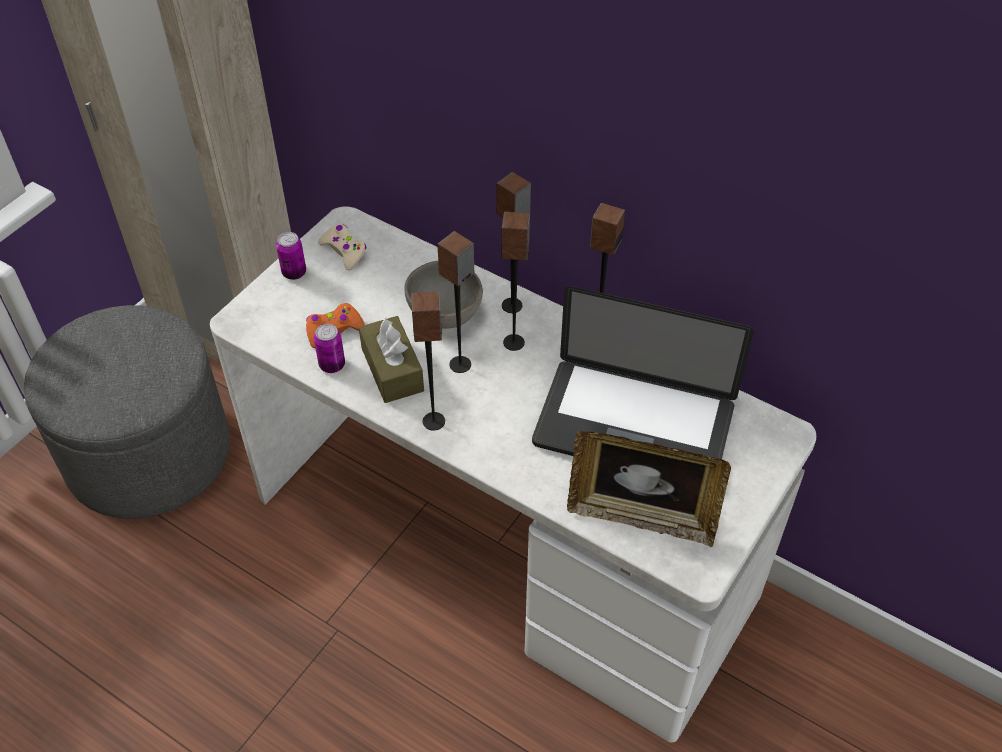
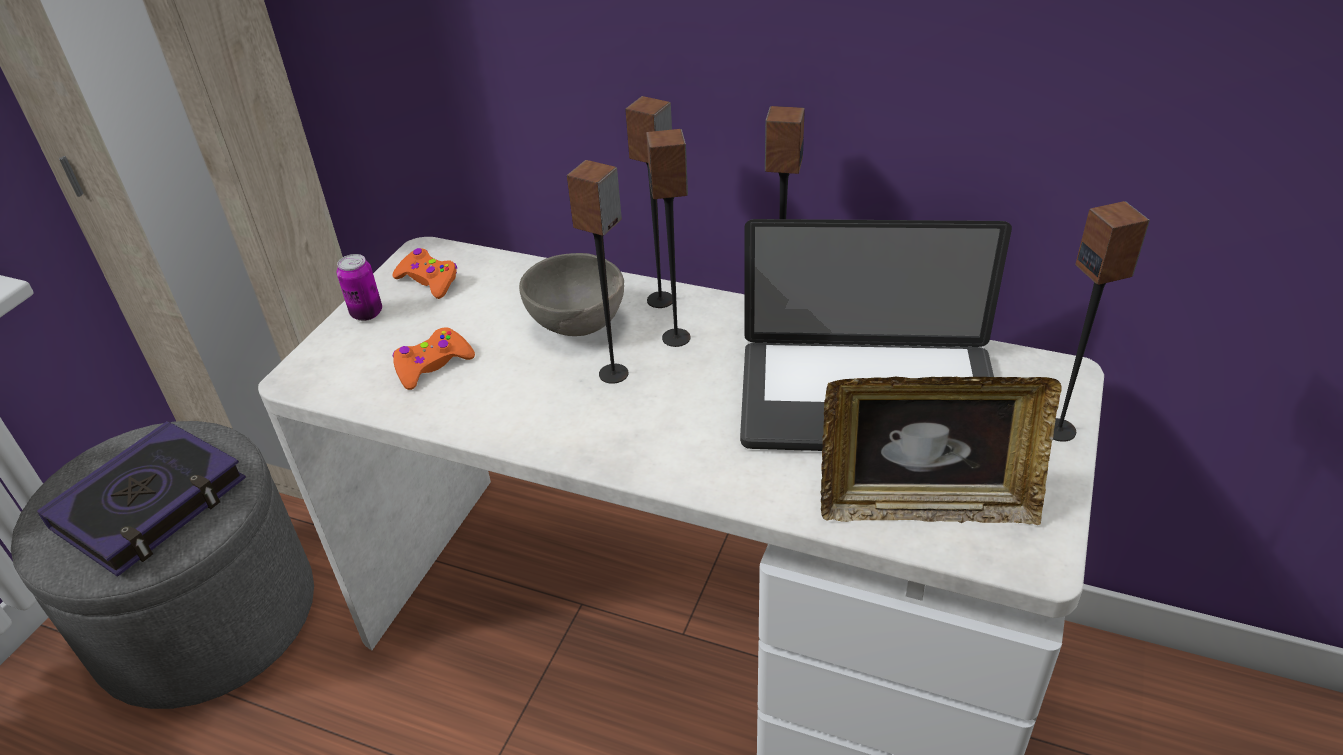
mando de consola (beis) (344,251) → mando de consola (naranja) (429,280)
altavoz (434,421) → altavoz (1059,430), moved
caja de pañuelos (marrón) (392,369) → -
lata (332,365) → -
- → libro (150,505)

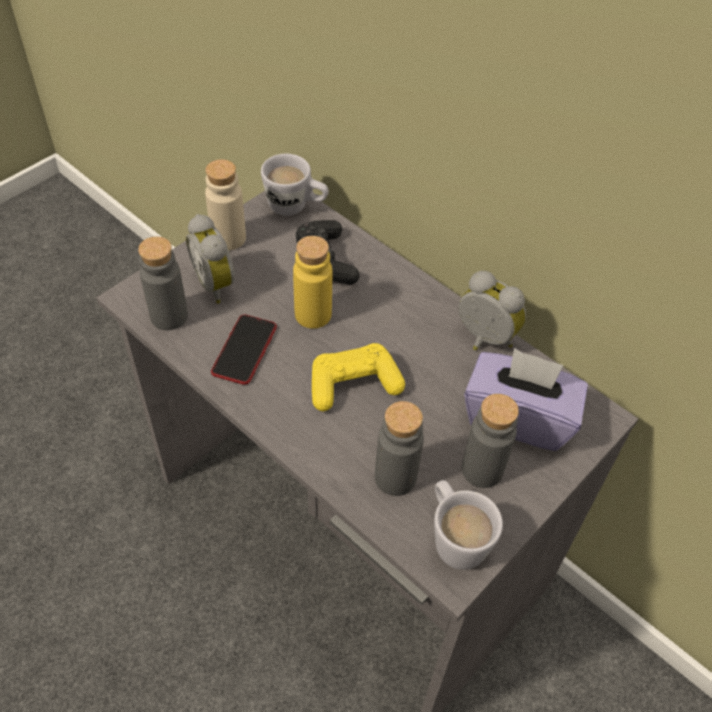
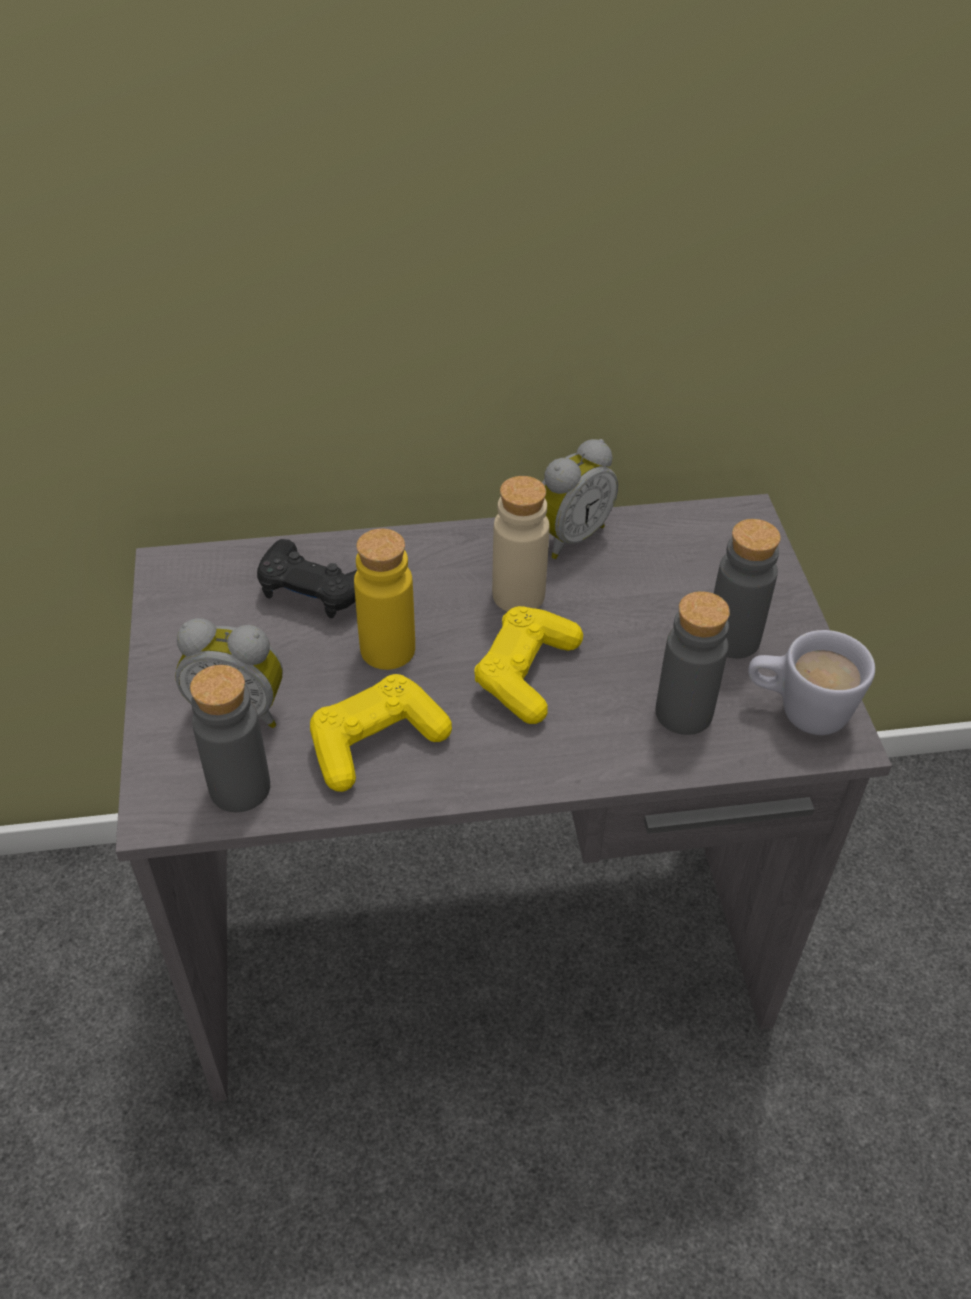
taza grande (blanco) (296,207) → -
botella (beis) (228,238) → botella (beis) (518,595), moved
despertador (483,340) → despertador (568,536), 150 degrees clockwise
móvil (244,350) → mando de consola (amarillo) (376,743)
caja de pañuelos (morado) (518,417) → -

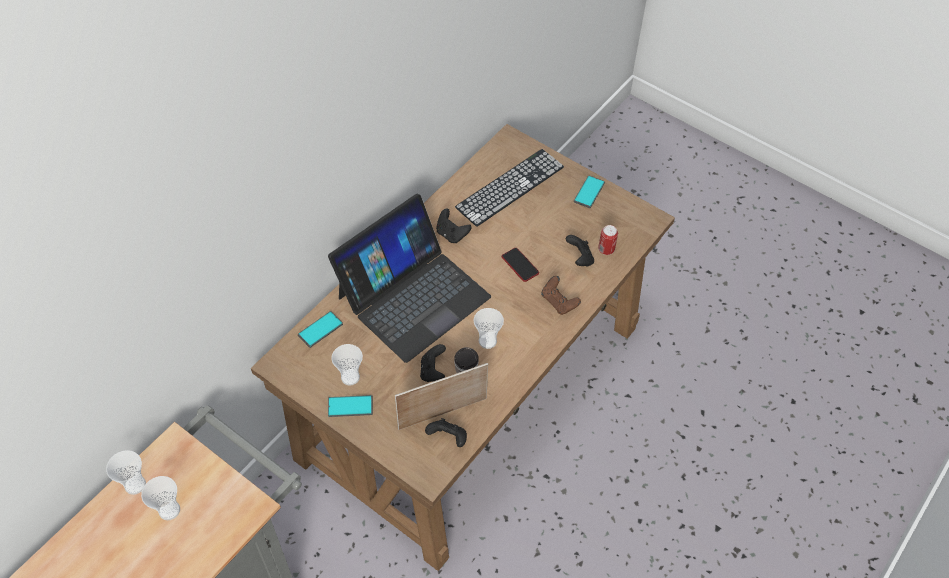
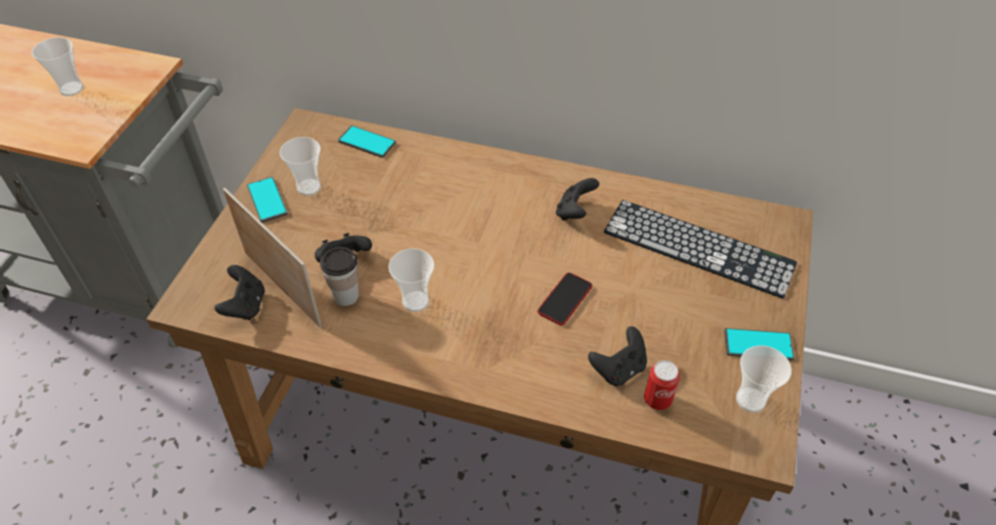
portátil (413,296) → -
mando de consola (marrón) (559,302) → -
taza (135,485) → taza (750,399), moved

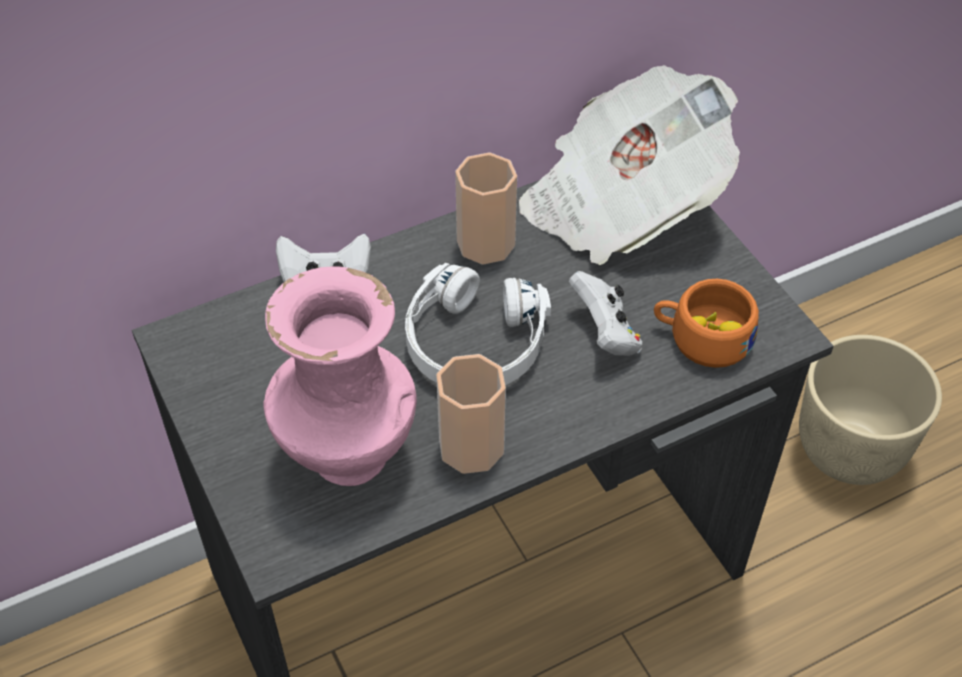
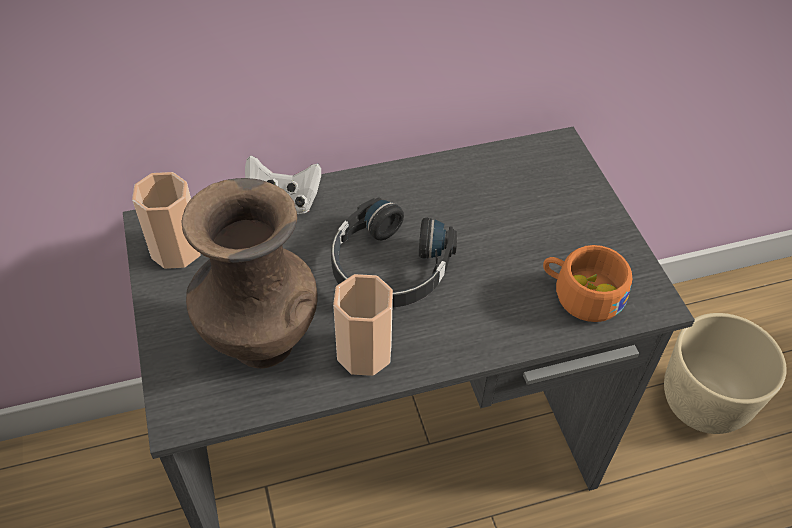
periódico (621,203) → -
taza (485,243) → taza (176,250), moved
auriculares (blanco) (474,344) → auriculares (negro) (388,267)
florero (rosa) (346,456) → florero (marrón) (259,342)
mando de consola (blanco) (605,334) → -

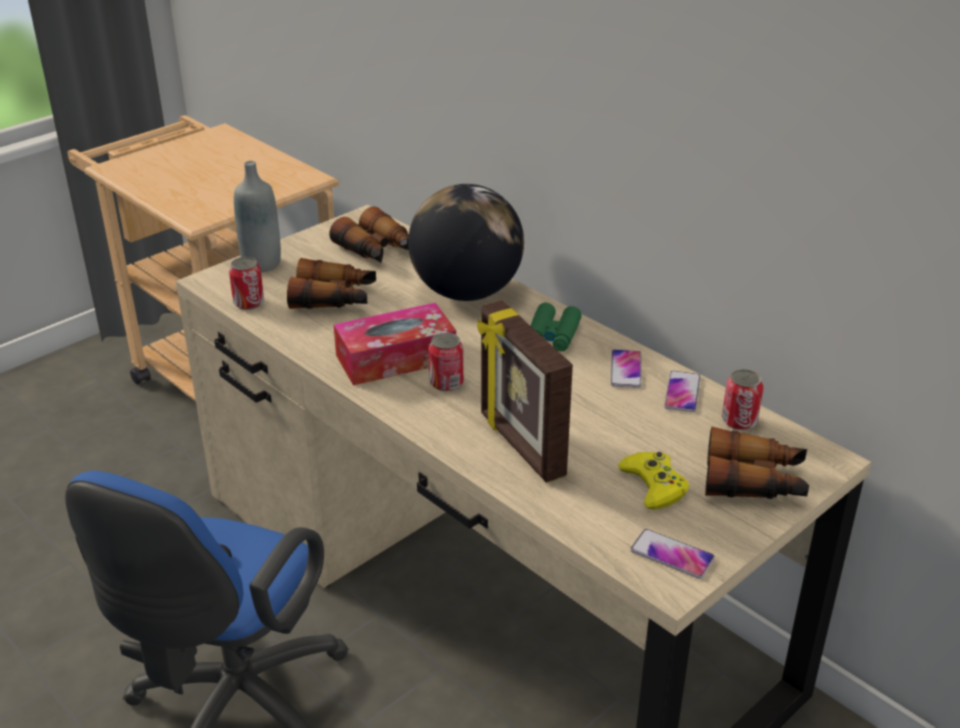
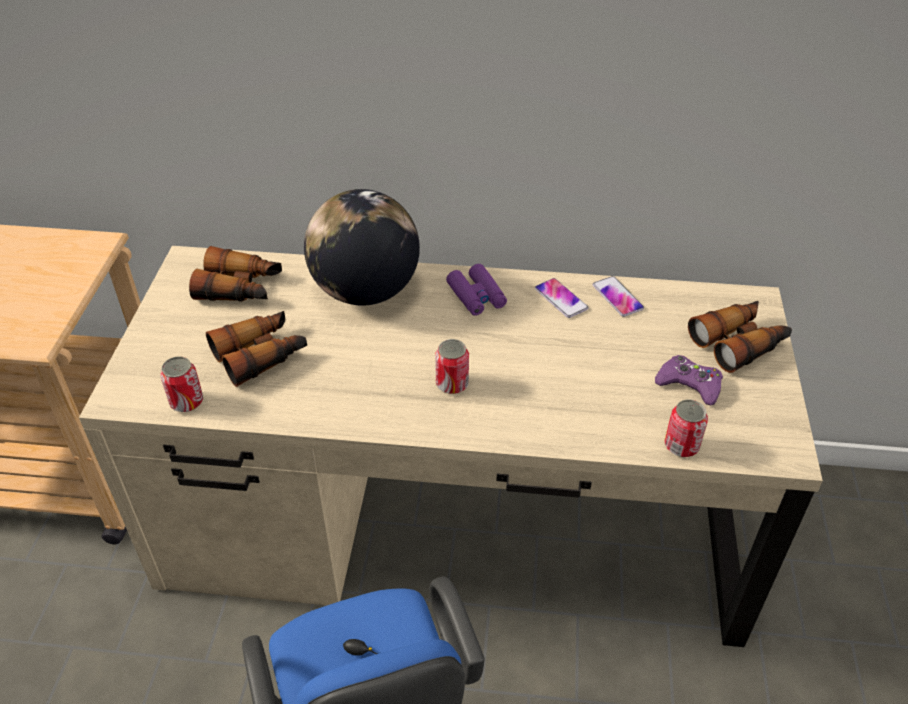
botella (gris) (261,263) → -
portarretratos (520,445) → -
caja de pañuelos (396,358) → -
prismáticos (verde) (552,335) → prismáticos (morado) (476,296)
lata (739,421) → lata (681,445), moved
mando de consola (amarillo) (654,485) → mando de consola (morado) (689,384)
móvil (672,555) → -

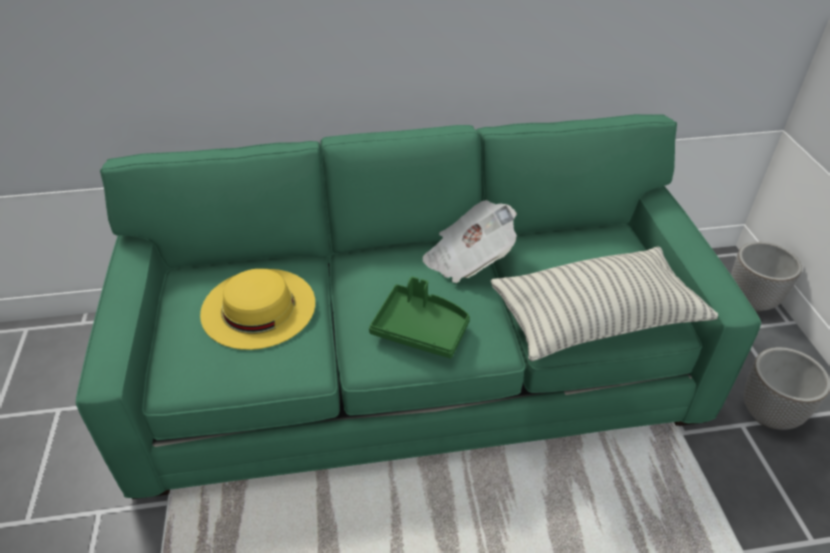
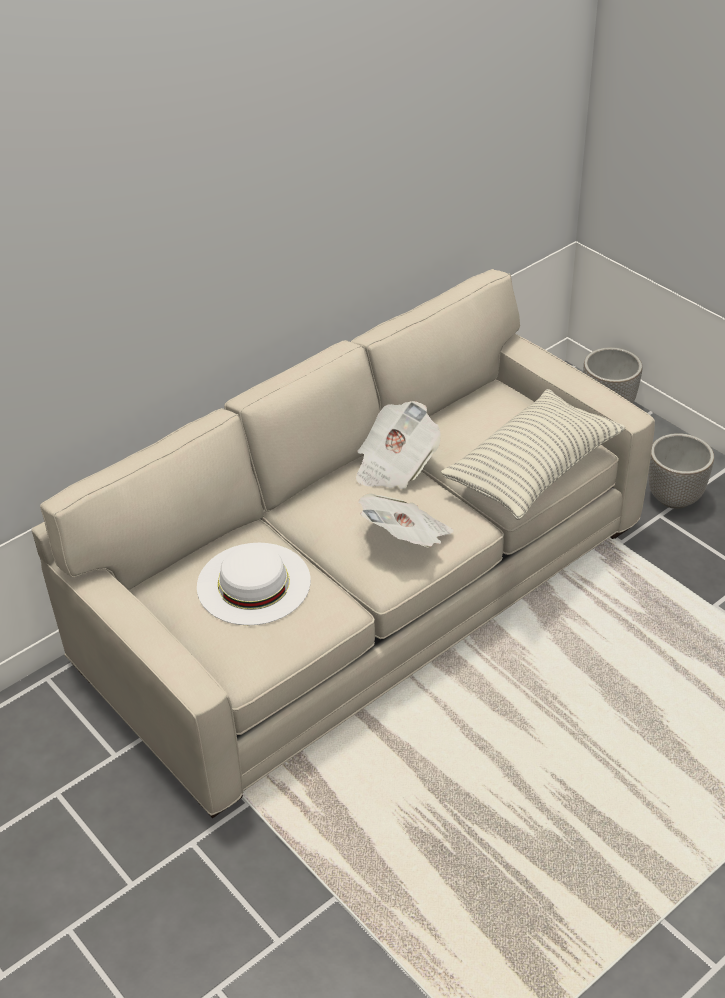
sofá (verde) (416,364) → sofá (beis) (367,591)
sombrero (amarillo) (258,307) → sombrero (blanco) (253,583)
bandeja (verde) (421,329) → periódico (407,538)

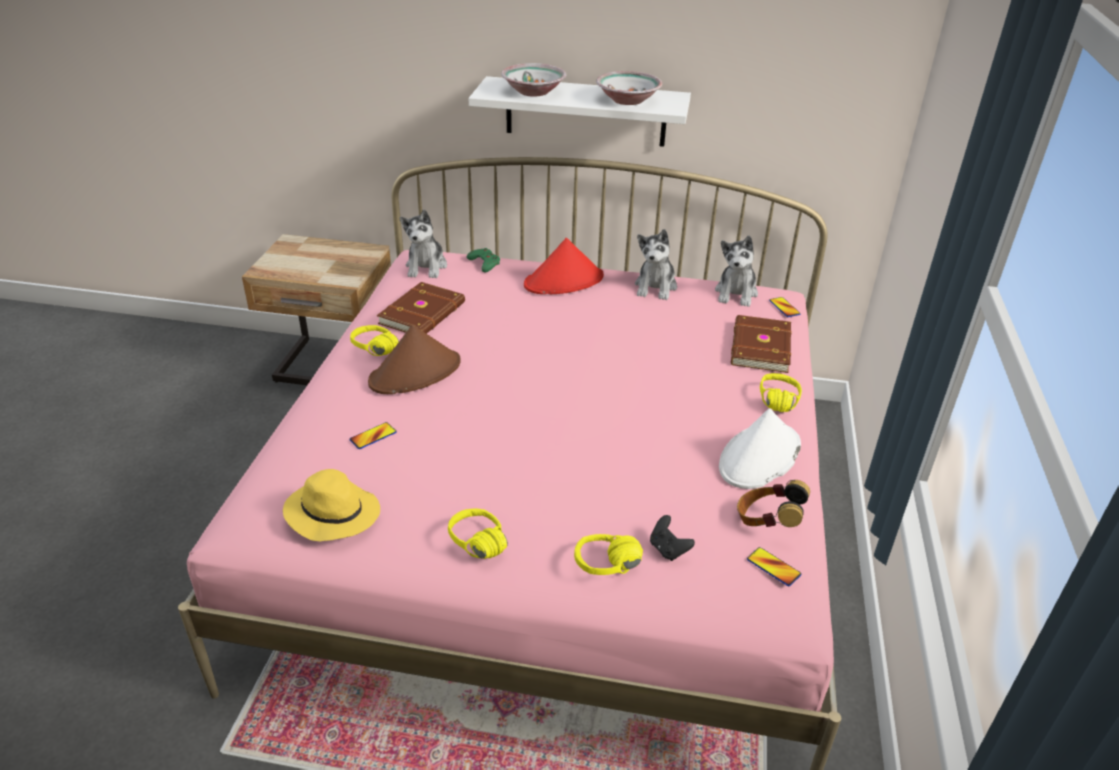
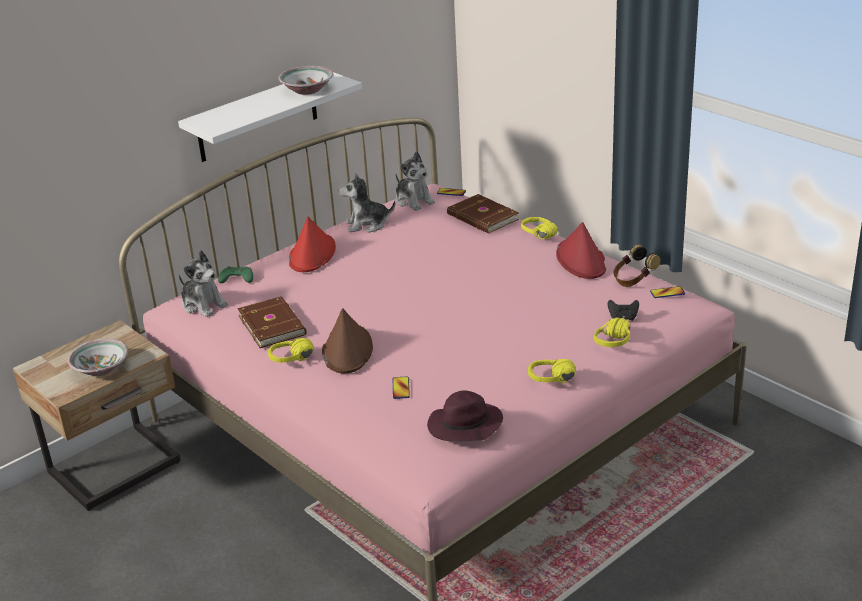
cuenco (533,92) → cuenco (102,369), moved
peluche (655,287) → peluche (367,224), 120 degrees clockwise
sombrero (blanco) (759,457) → sombrero (rojo) (581,260)
sombrero (amarillo) (331,513) → sombrero (morado) (464,426)

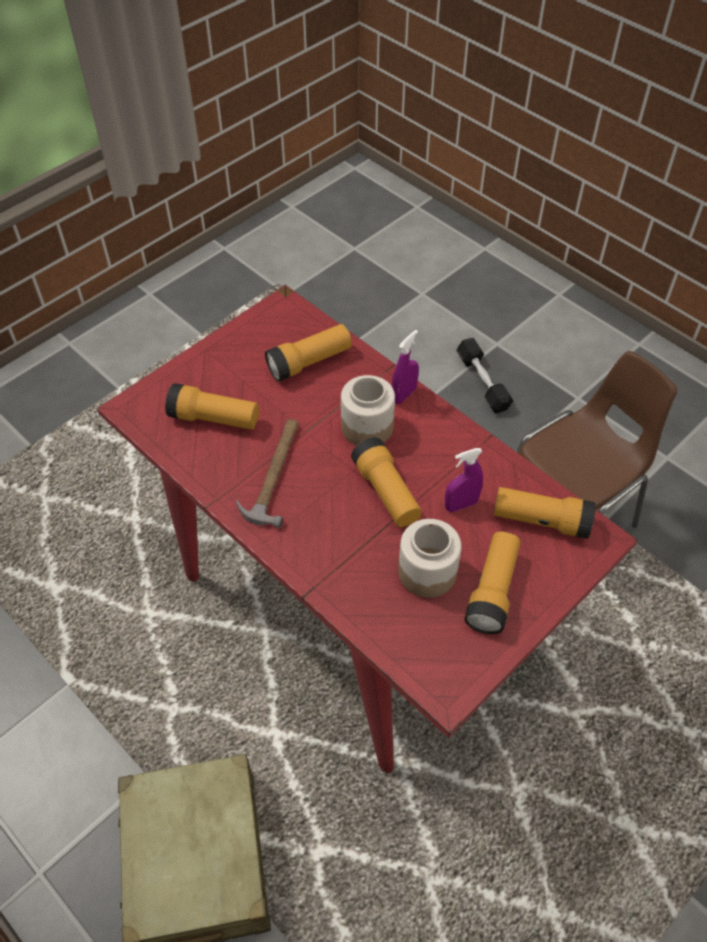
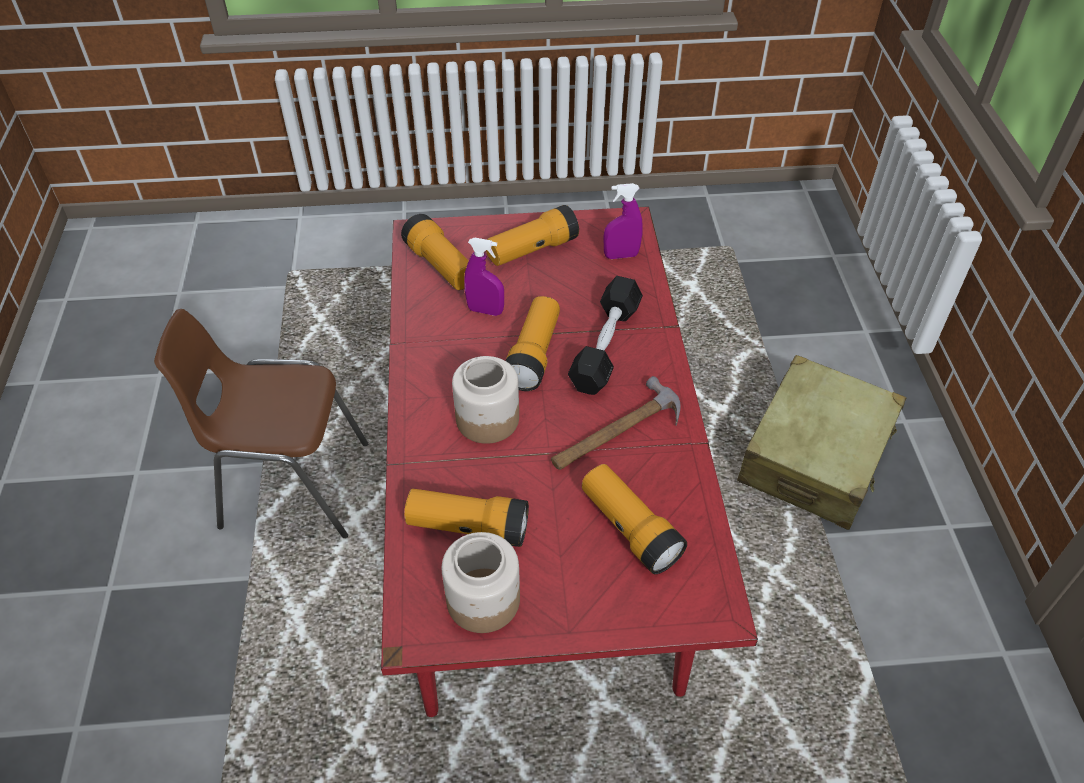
pulverizador (morado) (404,395) → pulverizador (morado) (621,255), moved
mancuerna (negro) (482,382) → mancuerna (negro) (605,346), moved
tarro (427,571) → tarro (482,601), moved

